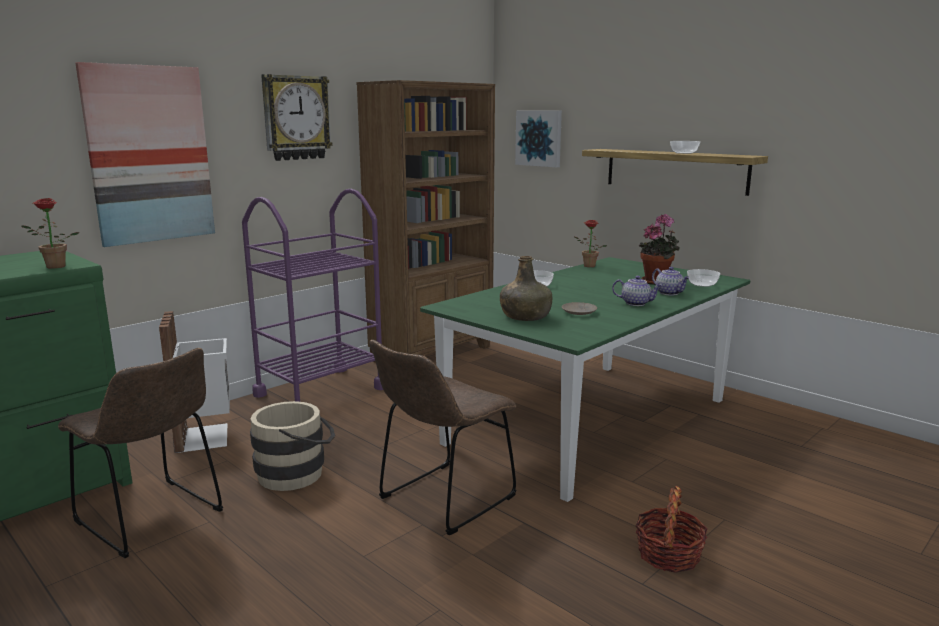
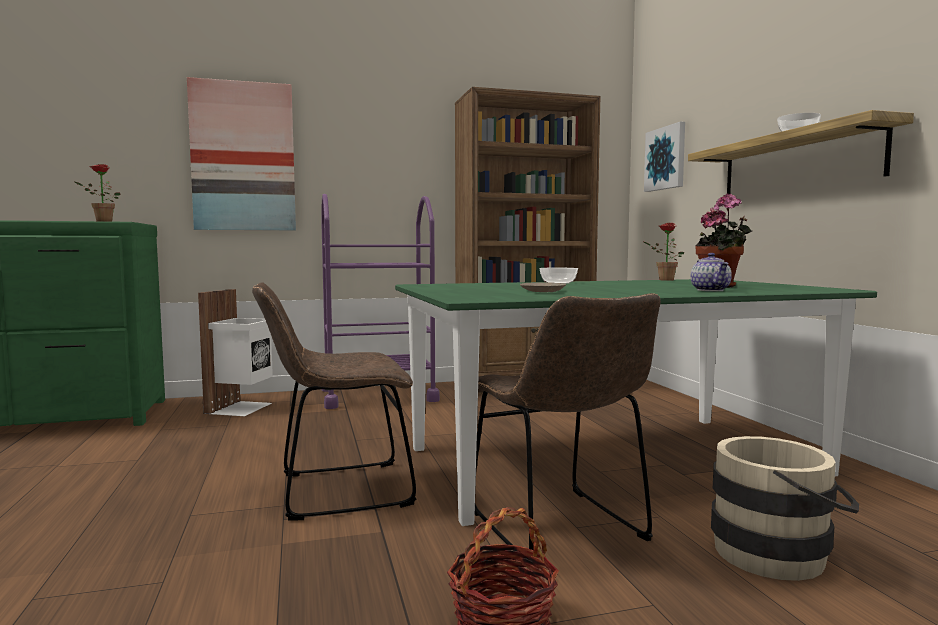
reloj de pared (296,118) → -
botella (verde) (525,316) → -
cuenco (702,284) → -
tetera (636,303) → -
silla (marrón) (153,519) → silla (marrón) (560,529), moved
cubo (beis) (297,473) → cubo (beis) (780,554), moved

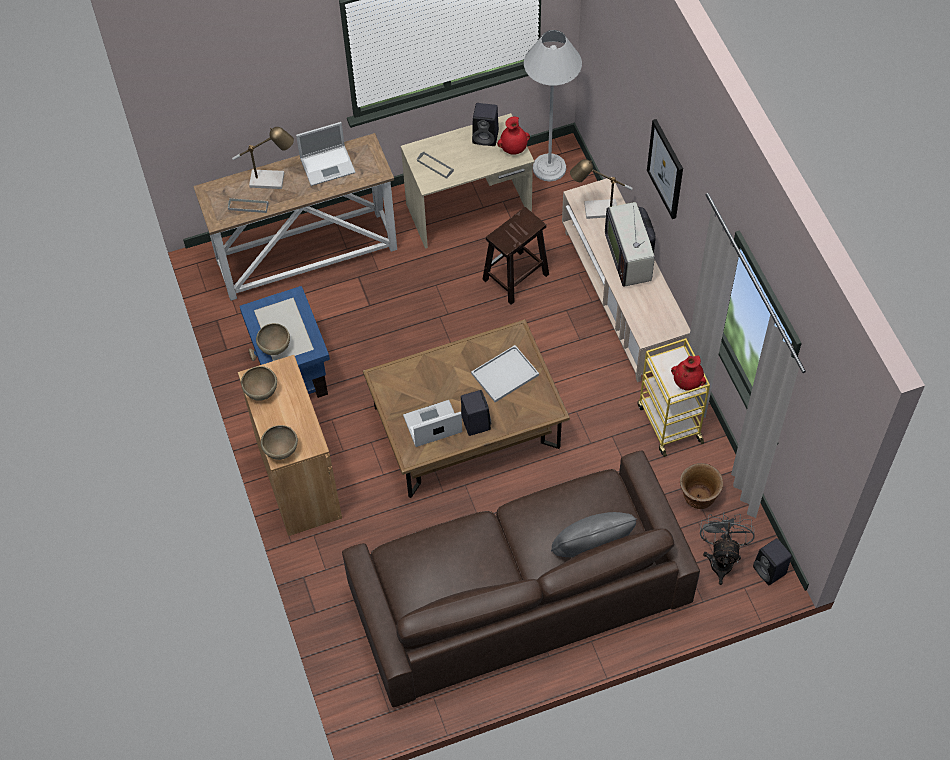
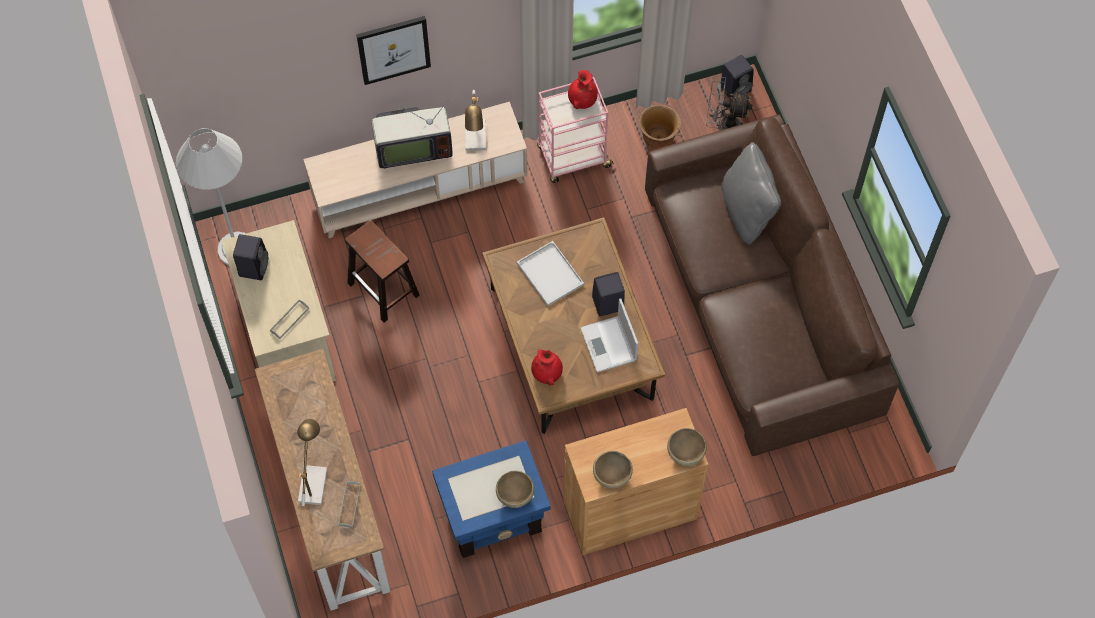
florero (rojo) (514,148) → florero (rojo) (547,373), moved
portátil (328,165) → -
lámpara de mesa (596,210) → lámpara de mesa (476,140), moved
carrito (amarillo) (669,422) → carrito (rosa) (573,158)

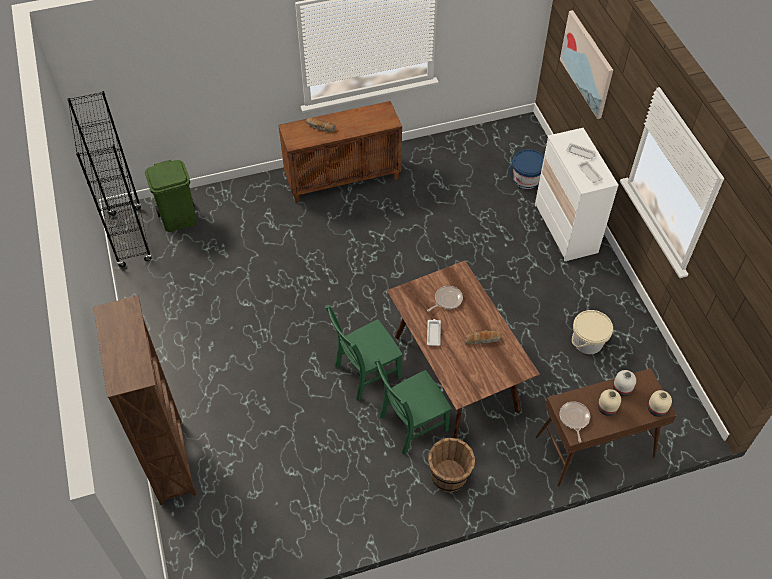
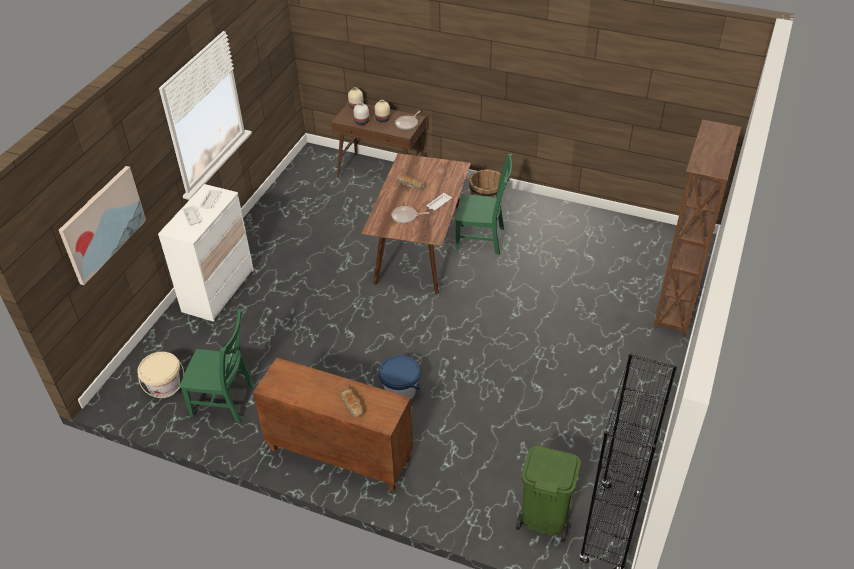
cubo (azul) (526,179) → cubo (azul) (400,390), moved
silla (verde) (365,373) → silla (verde) (225,401), moved
cubo (beis) (588,342) → cubo (beis) (165,386), moved

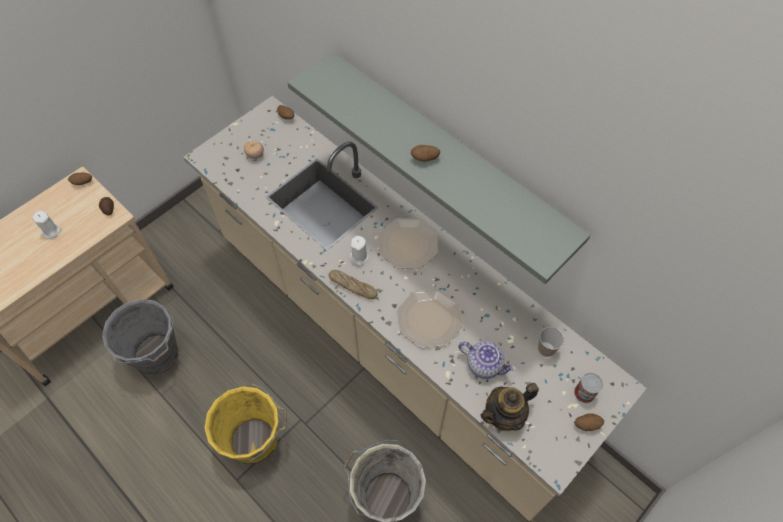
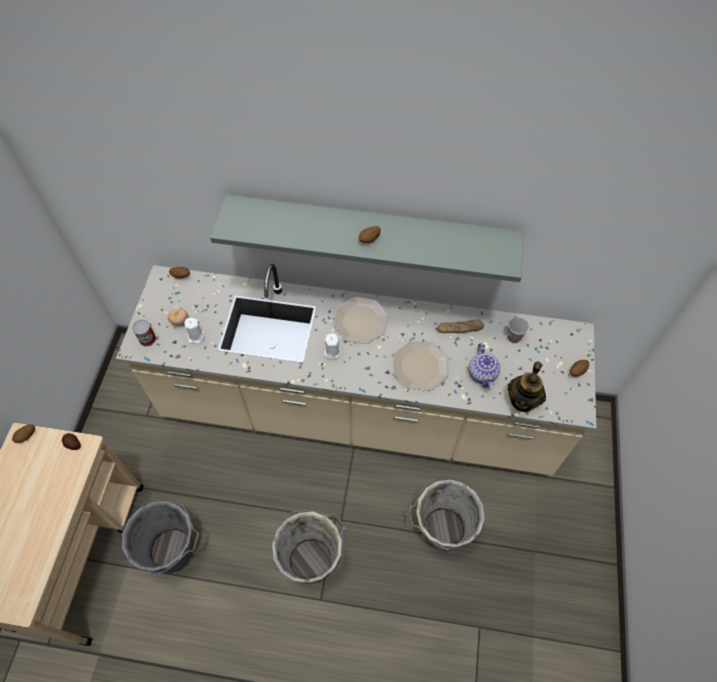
vela (blanco) (51,232) → vela (blanco) (196,337), moved
pan (353,286) → pan (460,329), moved
tetera (484,364) → tetera (483,374), 90 degrees clockwise
lata (584,393) → lata (147,339), moved
cubo (amarillo) (256,441) → cubo (gris) (313,559)

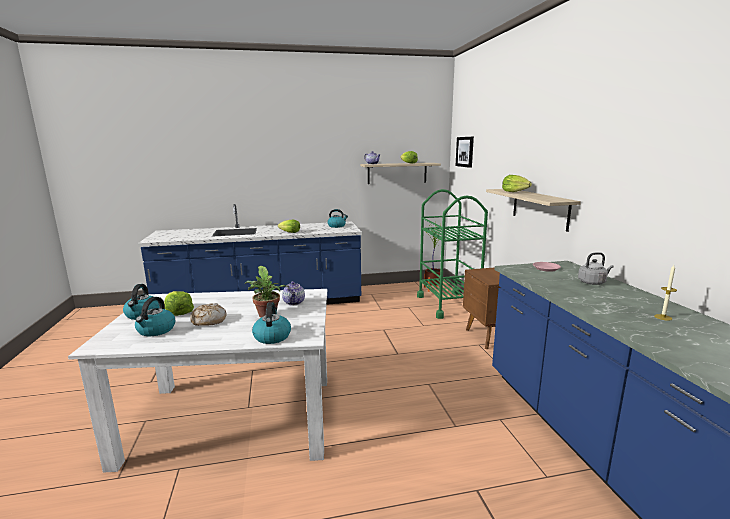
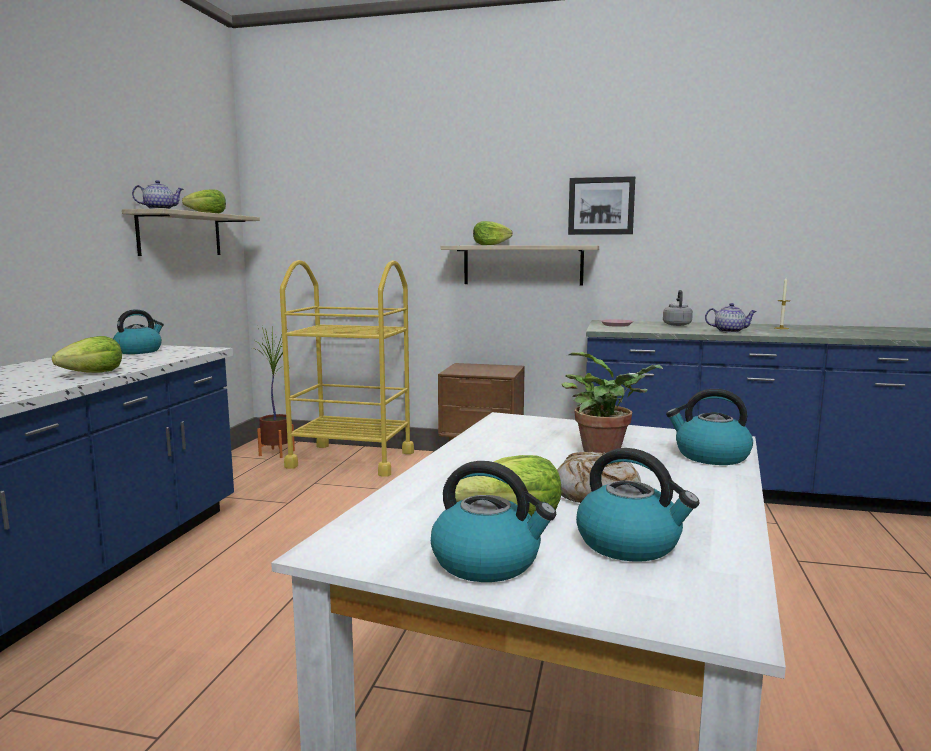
cuadro (465,151) → cuadro (601,206), moved
carrito (verde) (448,304) → carrito (amarillo) (351,459)
tetera (294,302) → tetera (729,331), moved

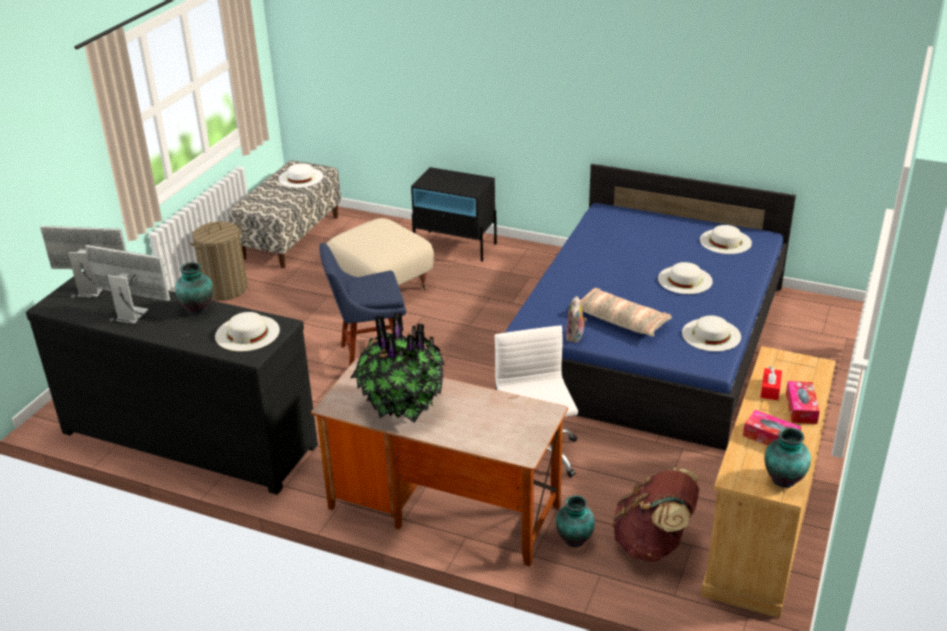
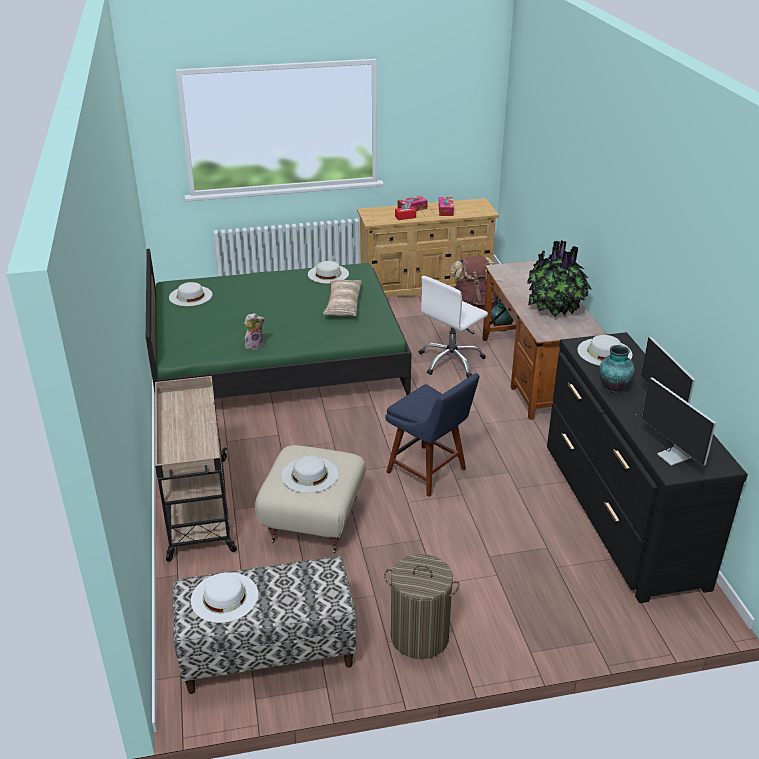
cama (azul) (647,339) → cama (verde) (277,360)
mesita de noche (negro) (455,246) → carrito (beis) (198,508)
sombrero (blanco) (685,280) → sombrero (blanco) (309,474), moved
peluche (575,337) → peluche (255,345), moved
florero (783,480) → -

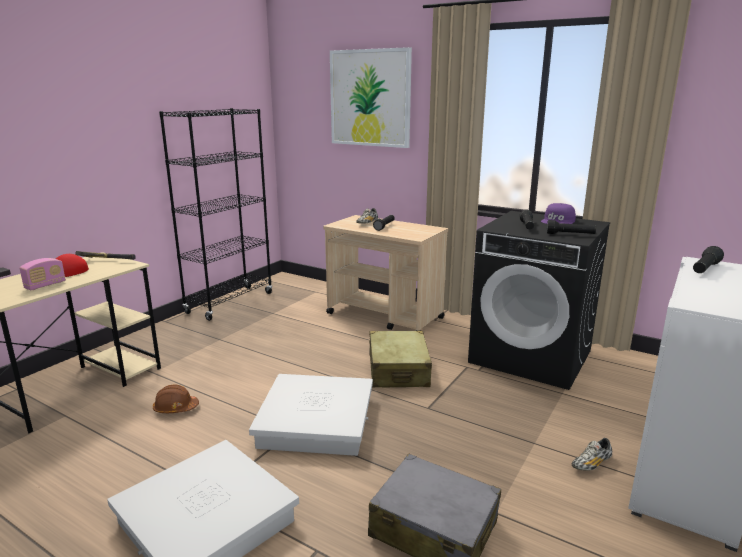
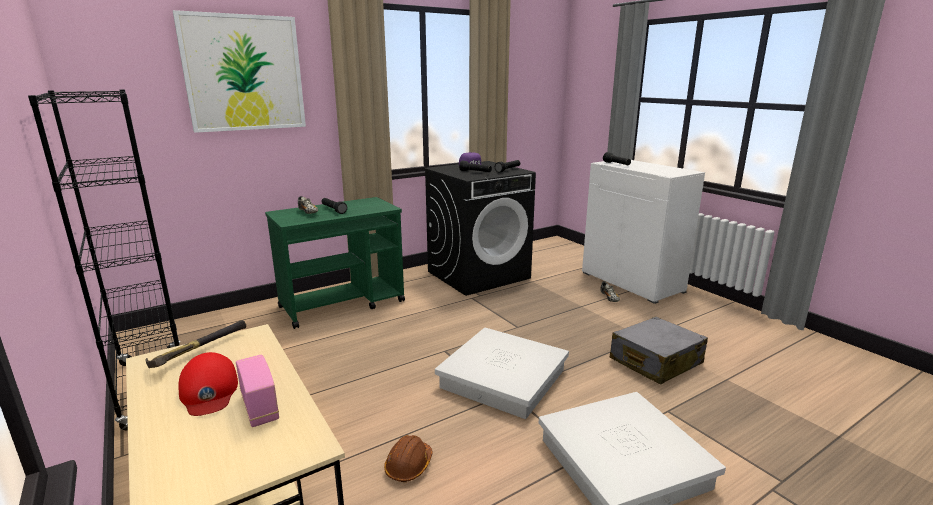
carrito (beis) (385,316) → carrito (verde) (343,304)
maleta (beis) (398,370) → -

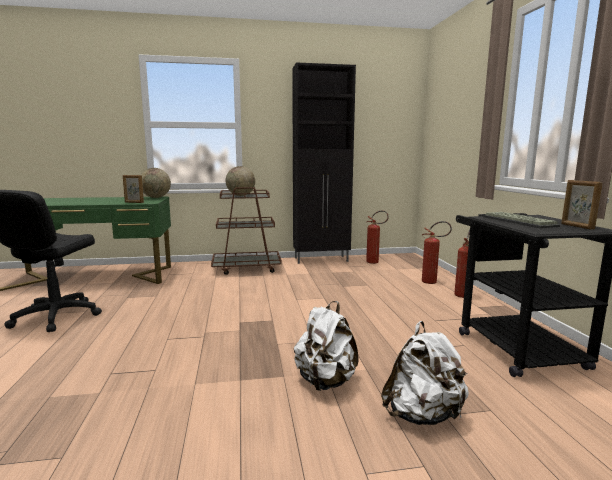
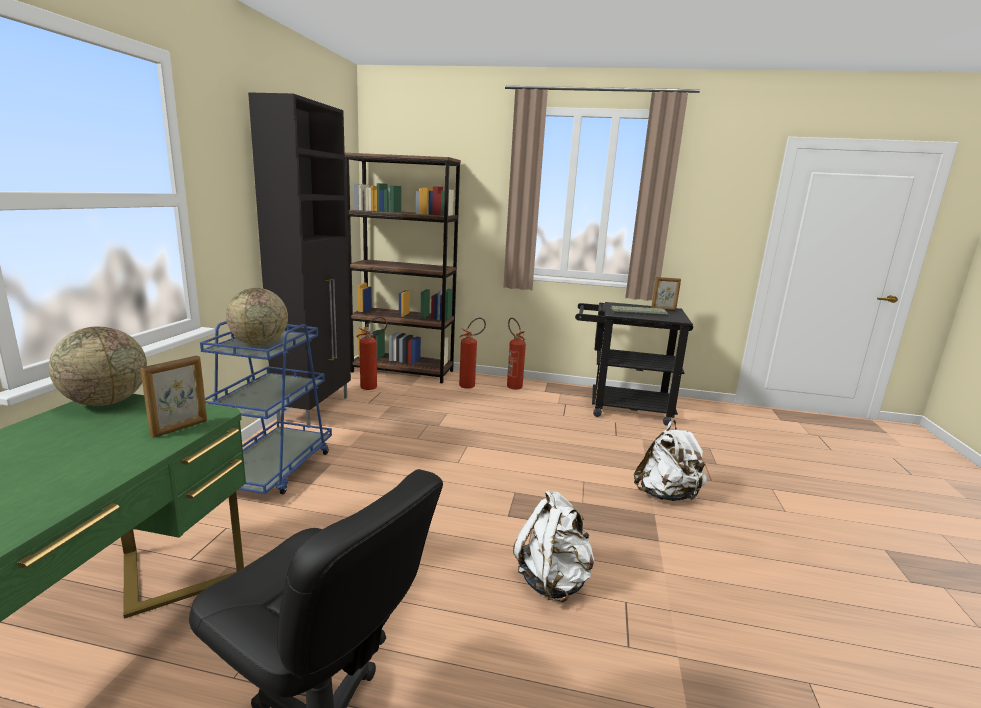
carrito (marrón) (247,268) → carrito (azul) (273,469)
mochila (blanco) (422,415) → mochila (blanco) (553,580), moved
- → estantería (marrón) (403,371)

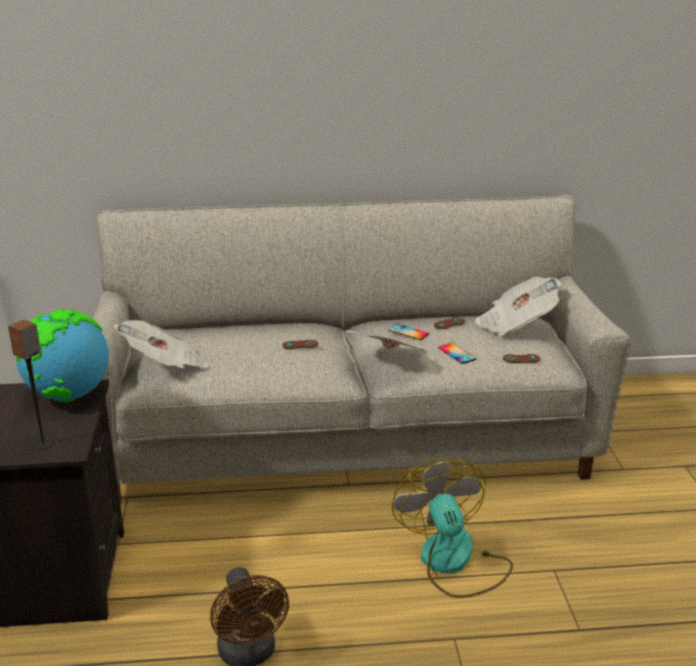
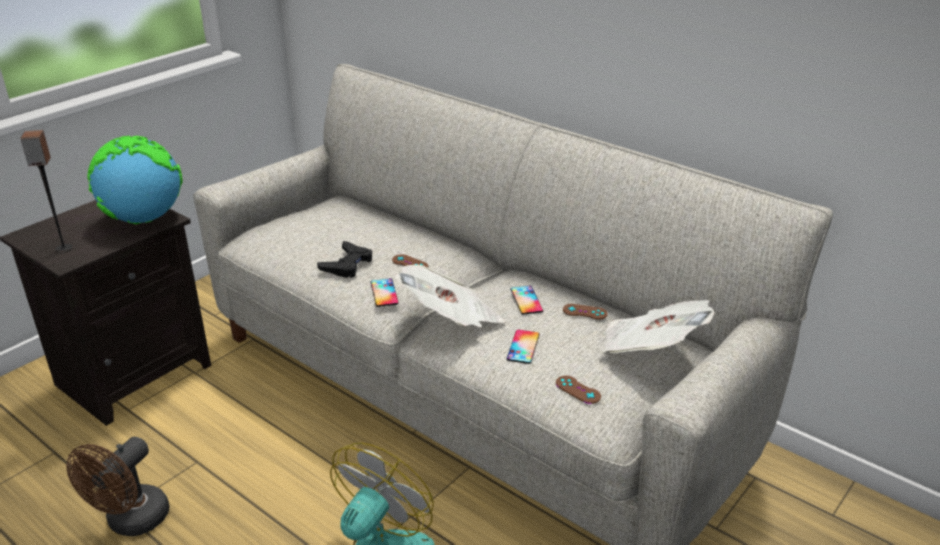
periódico (165,365) → -
- → mando de consola (negro) (347,264)
- → móvil (384,293)

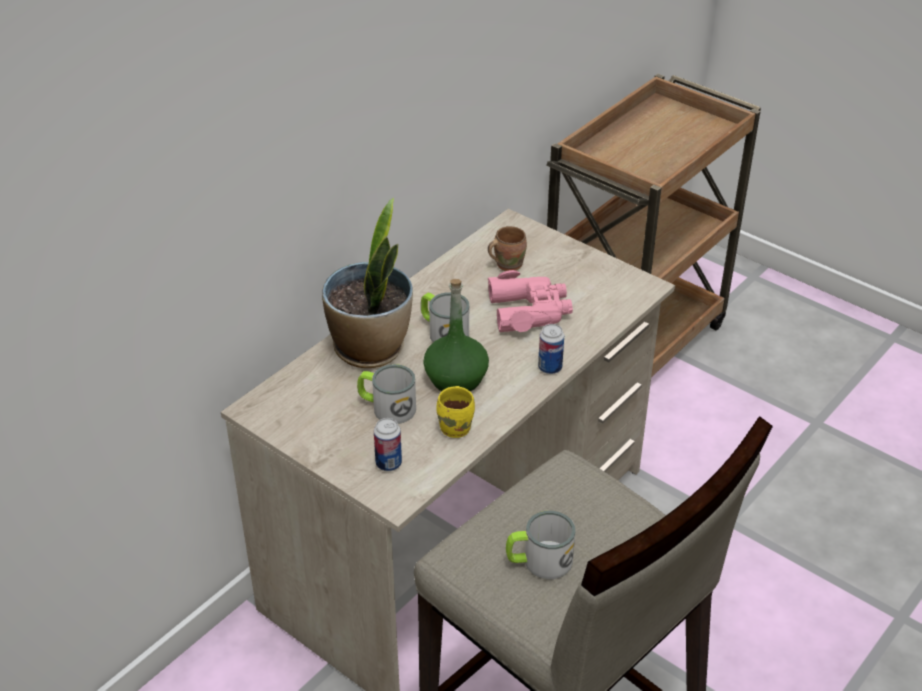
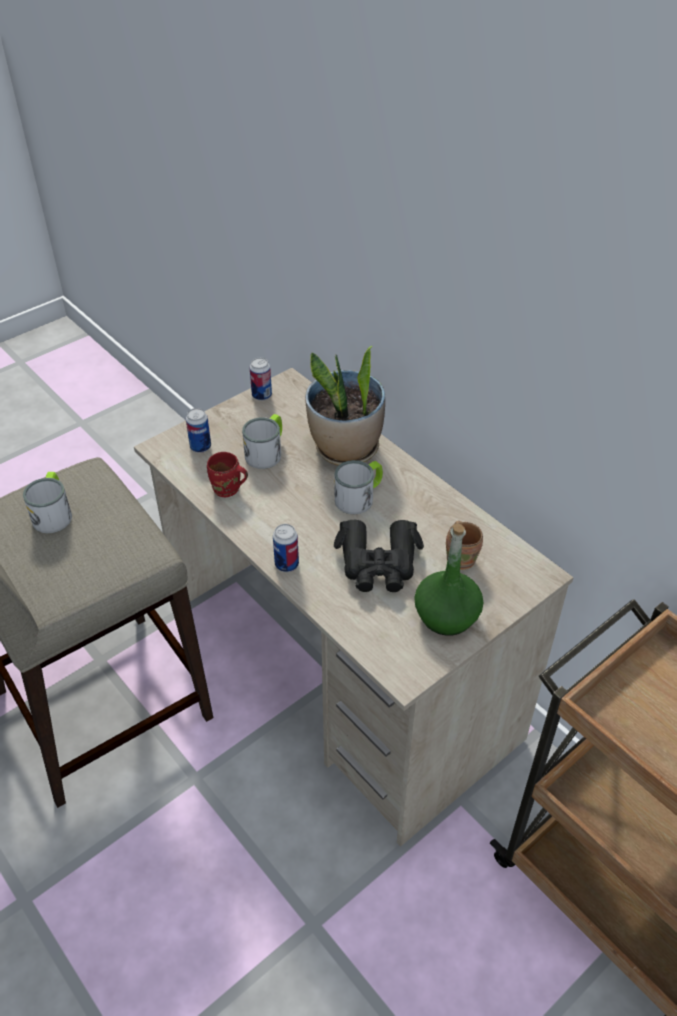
prismáticos (rosa) (529,311) → prismáticos (negro) (378,564)
botella (verde) (455,379) → botella (verde) (447,615), moved
taza grande (amarillo) (457,427) → taza grande (rojo) (227,490)
- → lata (262,395)

